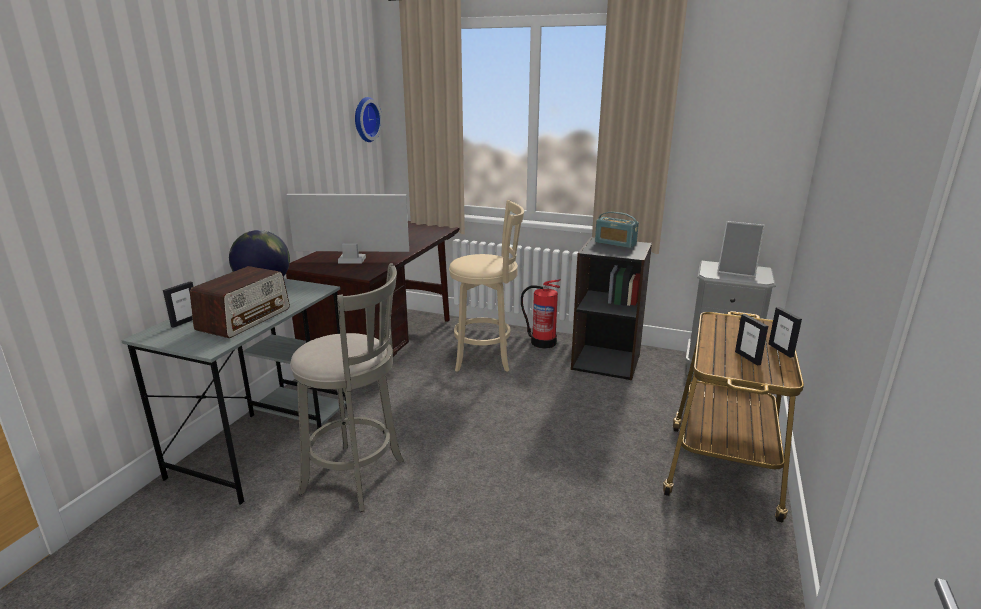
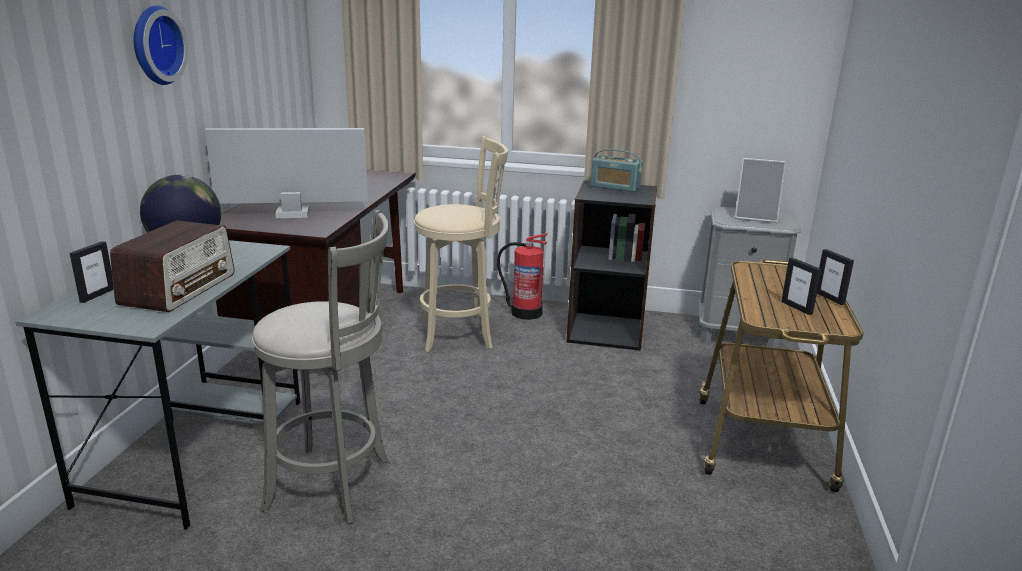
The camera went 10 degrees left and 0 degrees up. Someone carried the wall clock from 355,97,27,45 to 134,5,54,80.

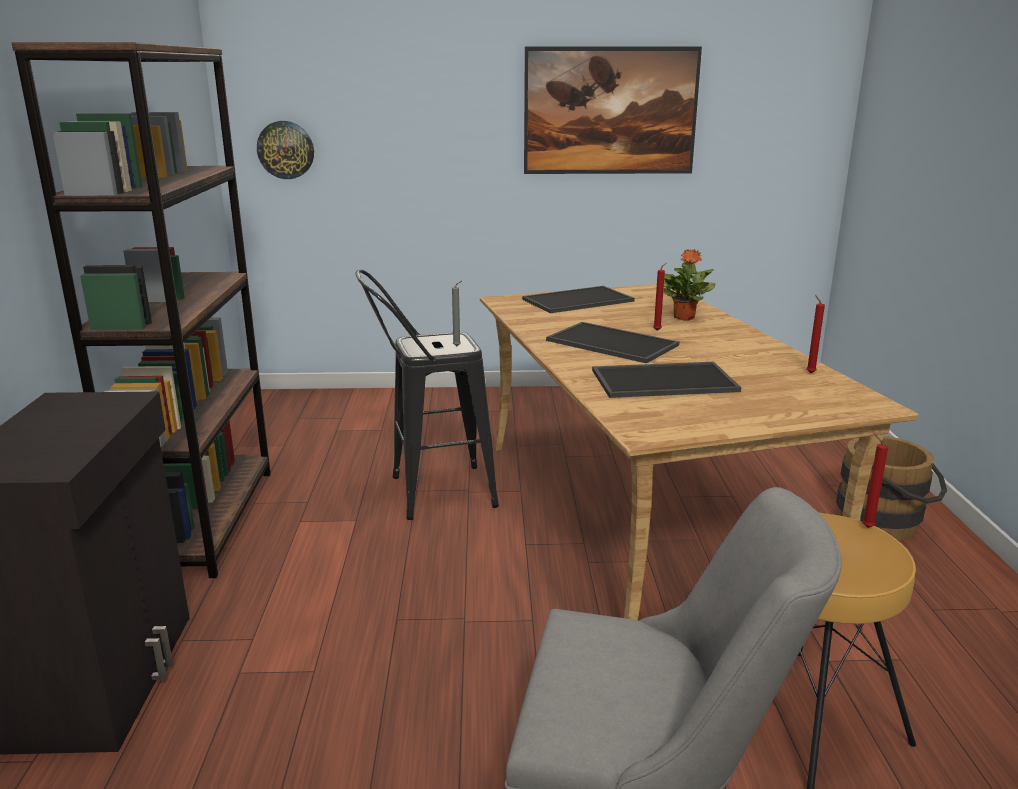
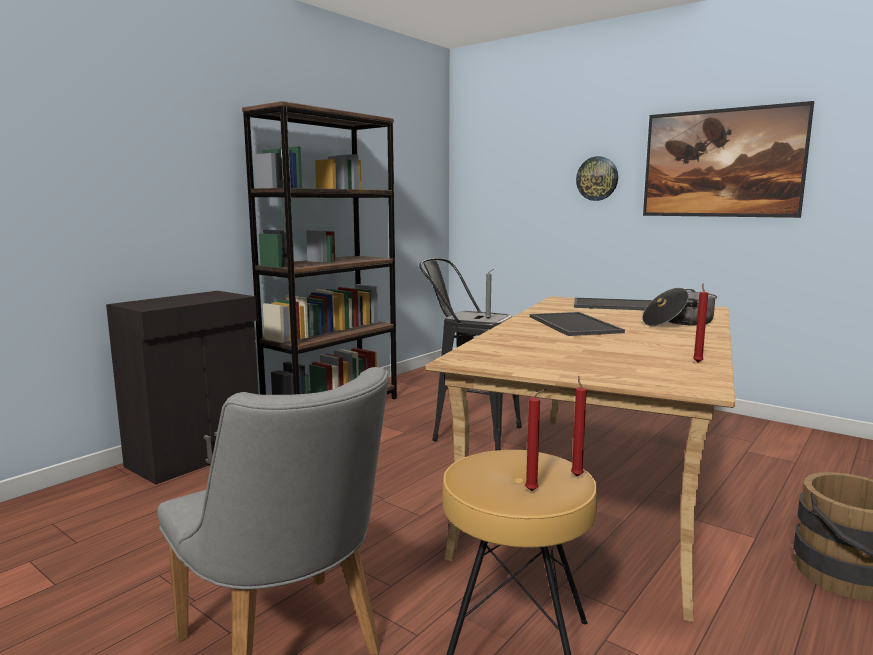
The camera went 40 degrees right and 10 degrees down. Someone carried the candle (red) from 653,263,13,67 to 525,389,21,102. Someone carried the wall clock from 257,121,57,58 to 576,156,42,45. Someone swapped the potted plant at 663,249,52,72 for the cooking pot at 642,288,75,38. Someone took away the tray at 592,362,149,36.

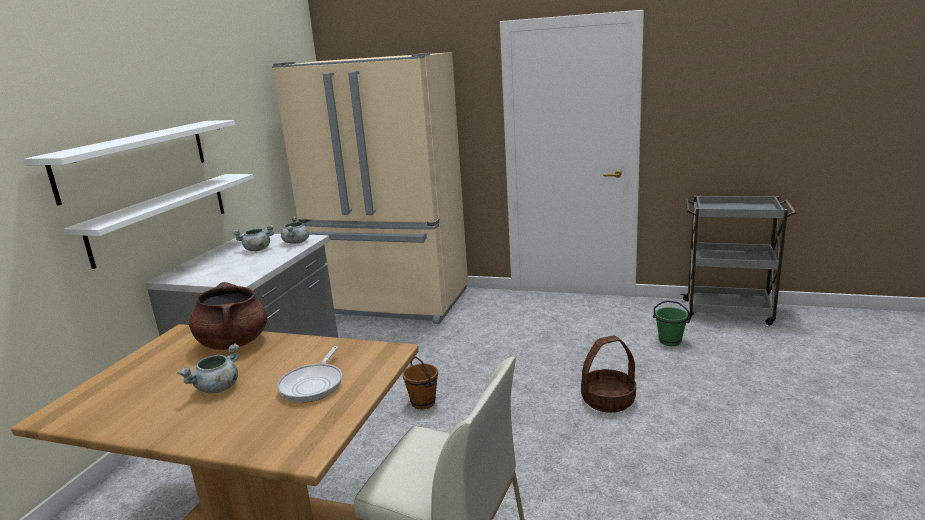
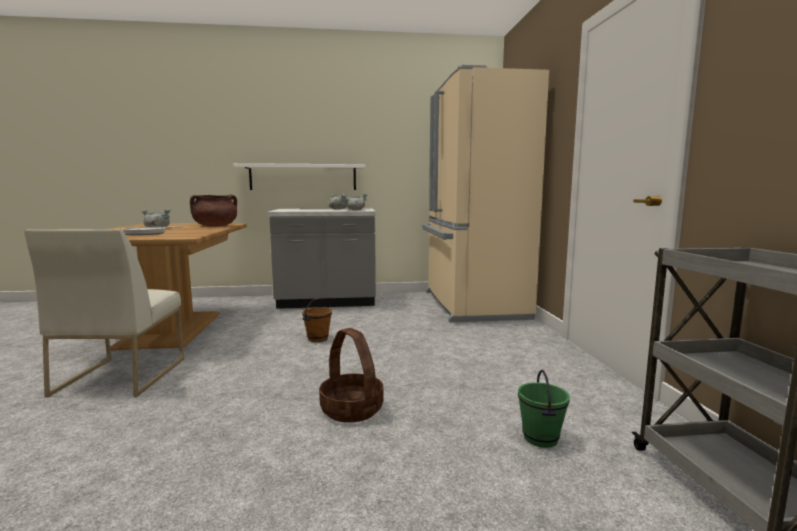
The camera went 65 degrees right and 10 degrees down. Someone took away the shelf (white) at 24,120,211,85.

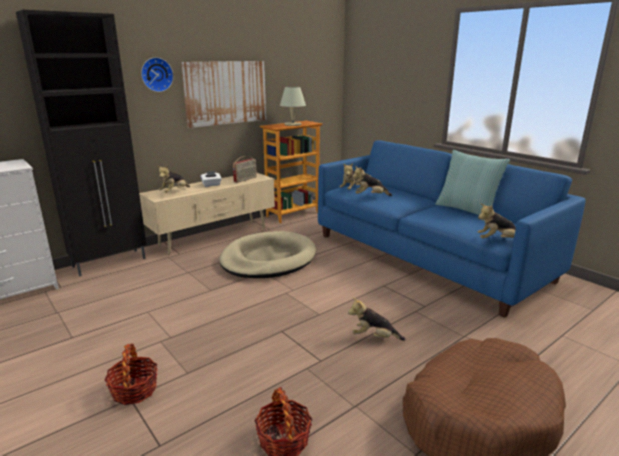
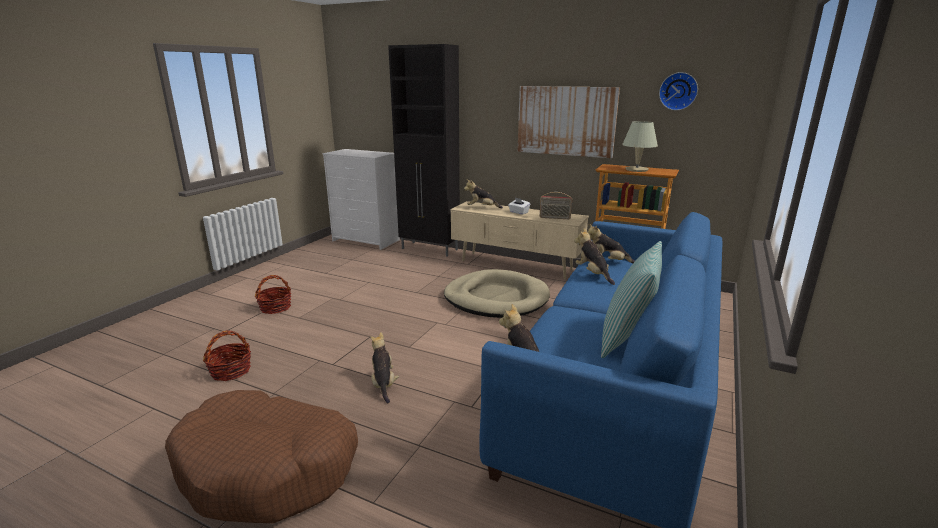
The camera went 65 degrees right and 0 degrees up. Someone carried the wall clock from 141,57,32,35 to 659,72,39,39.

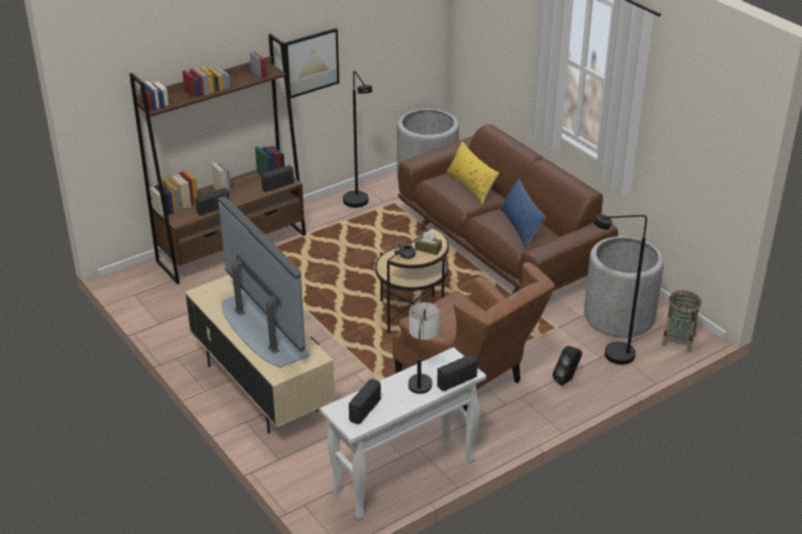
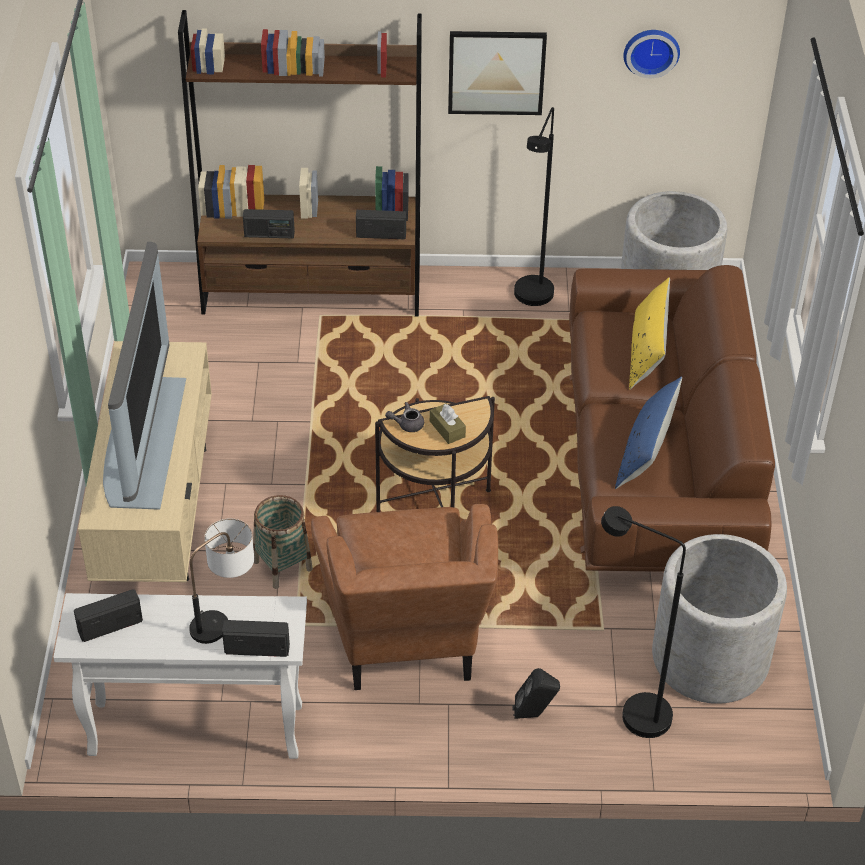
The camera went 35 degrees right and 10 degrees up. Someone carried the basket from 661,290,40,62 to 253,495,60,94. Someone put up the wall clock at 623,30,57,48.

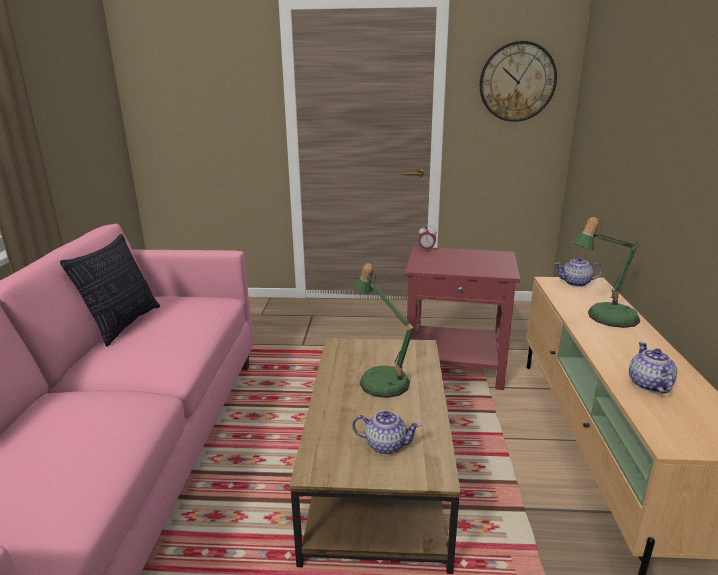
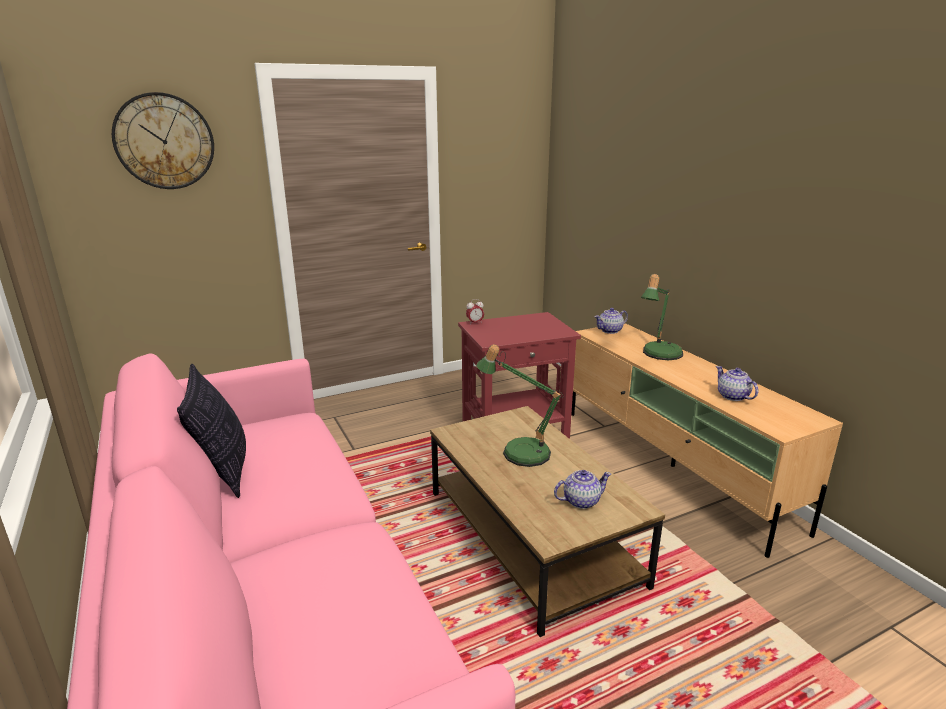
The camera went 30 degrees left and 0 degrees up. Someone carried the wall clock from 480,41,77,81 to 112,92,102,97.

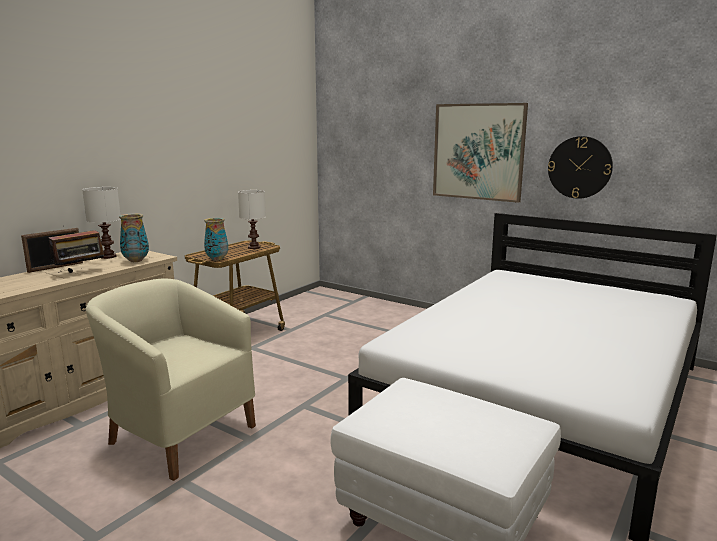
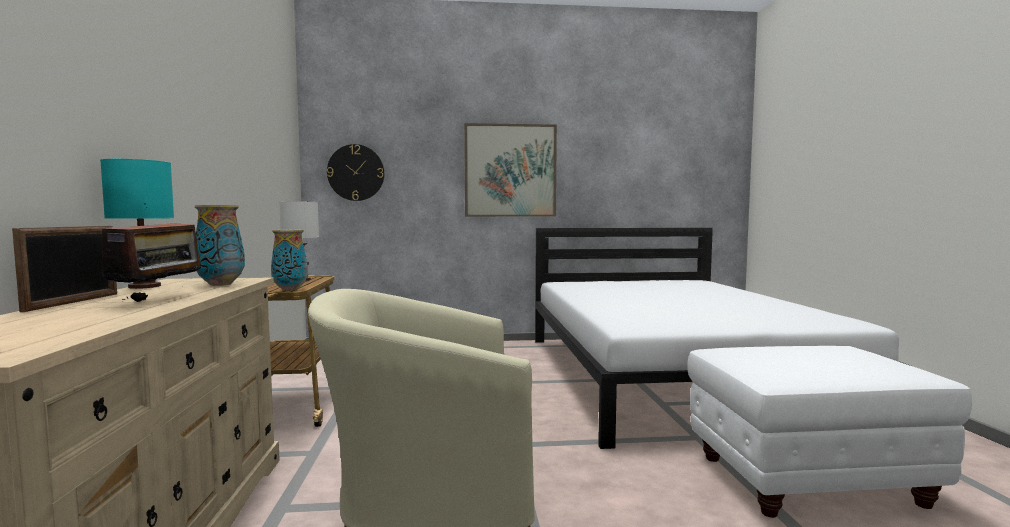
The camera went 40 degrees left and 10 degrees down. Someone repainted the table lamp (white) at 82,187,38,72, which became the table lamp (turquoise) at 100,159,74,130. Someone carried the wall clock from 548,136,65,63 to 327,144,57,57.

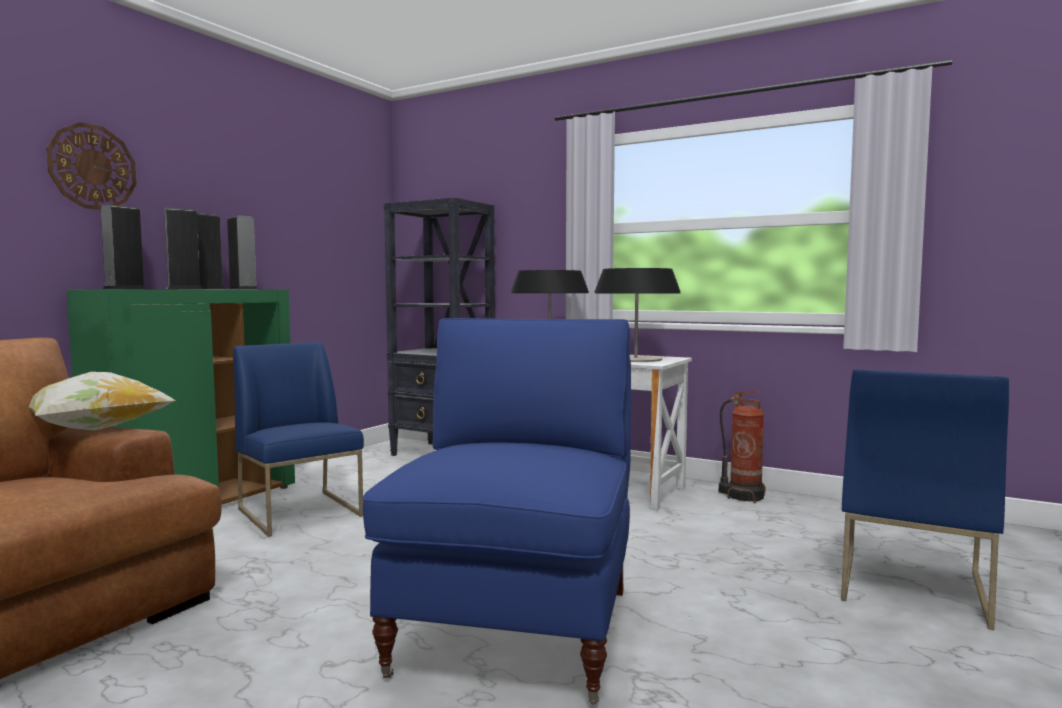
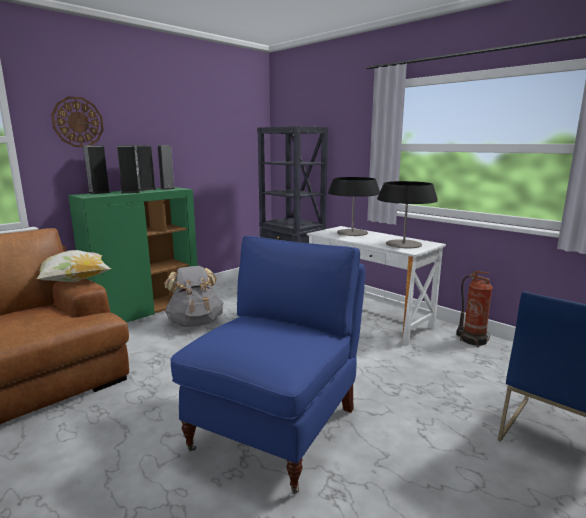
The camera went 15 degrees right and 10 degrees up. Someone swapped the chair (blue) at 233,342,131,195 for the backpack (grey) at 164,266,60,61.

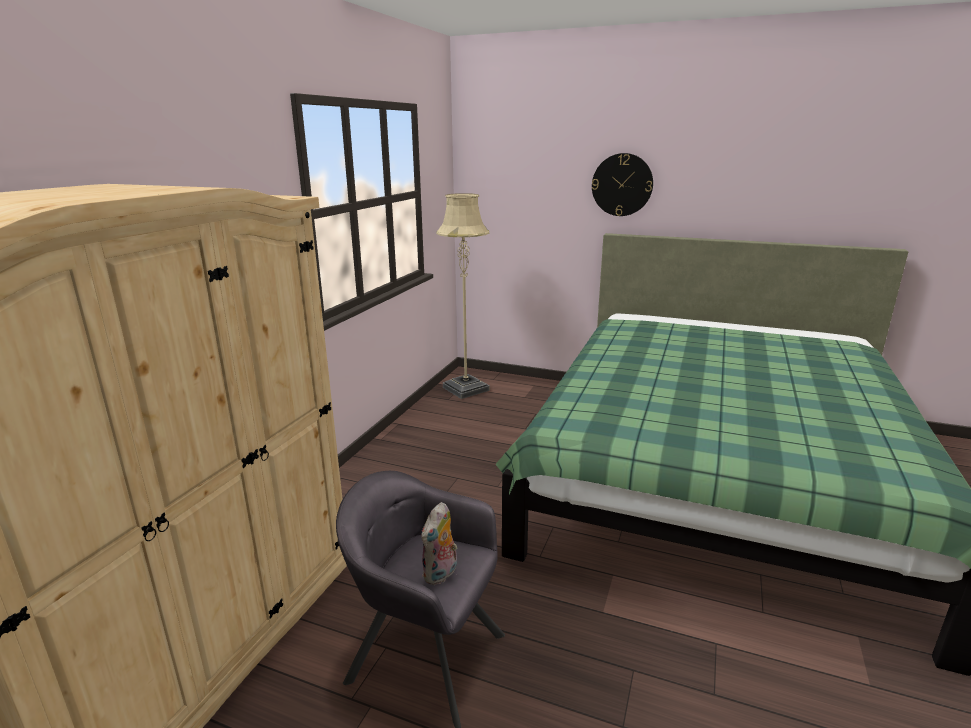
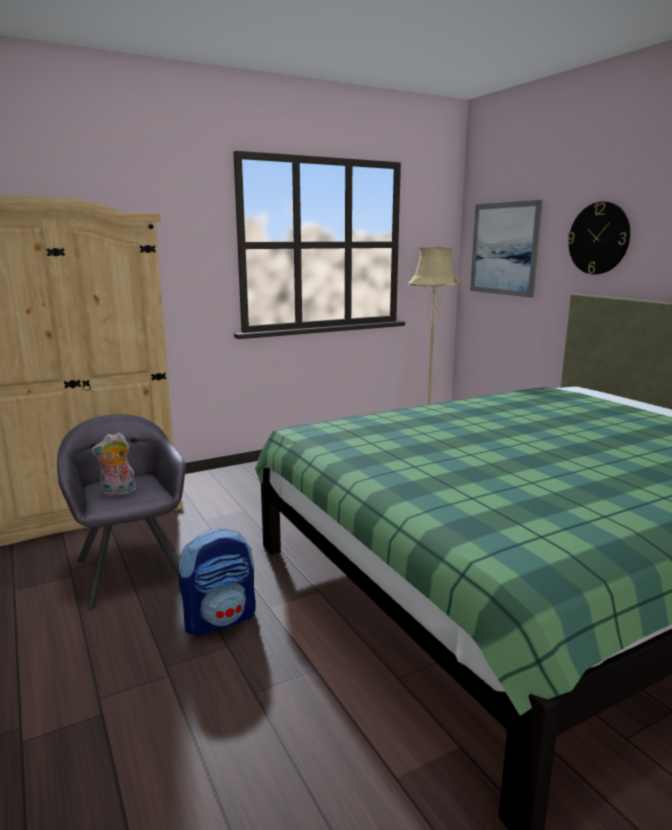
The camera went 40 degrees right and 5 degrees down. Someone put down the backpack at 178,528,78,108. Someone put up the picture at 470,200,72,98.

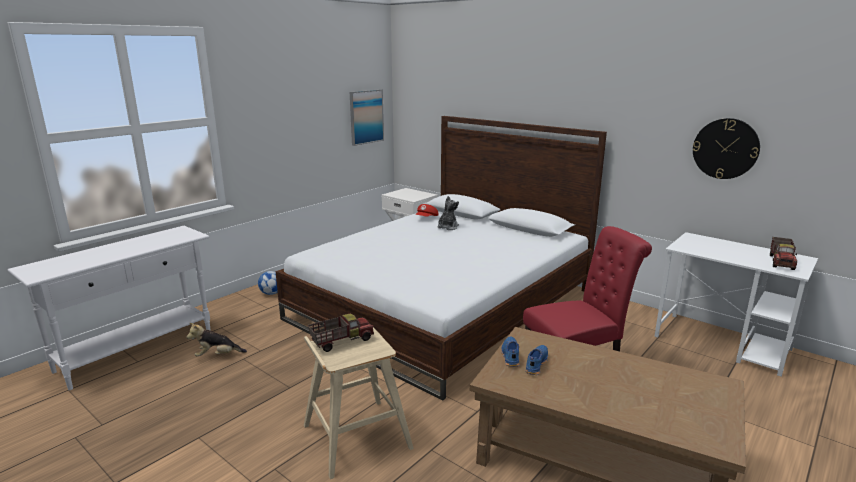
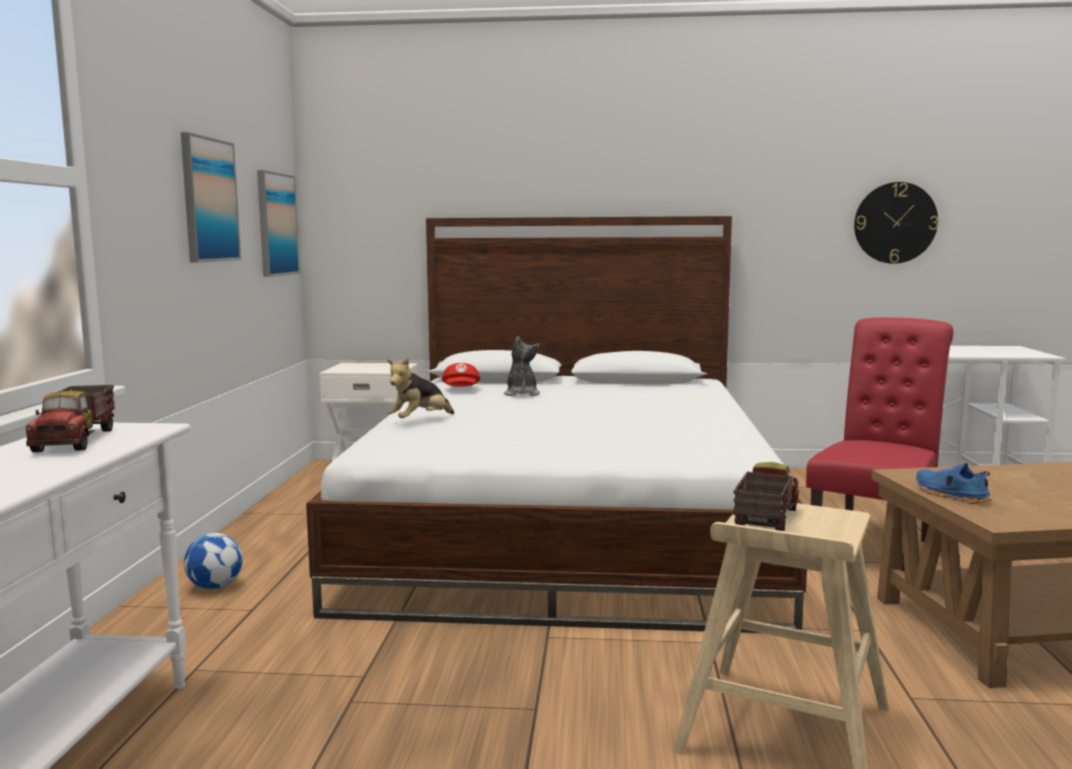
The camera went 35 degrees left and 10 degrees down. Someone carried the toy truck from 770,237,27,33 to 26,385,89,67. Someone put up the picture at 181,132,60,130. Someone carried the plush toy from 187,323,60,33 to 387,358,67,60. Someone took away the shoe (blue) at 525,345,23,30.

